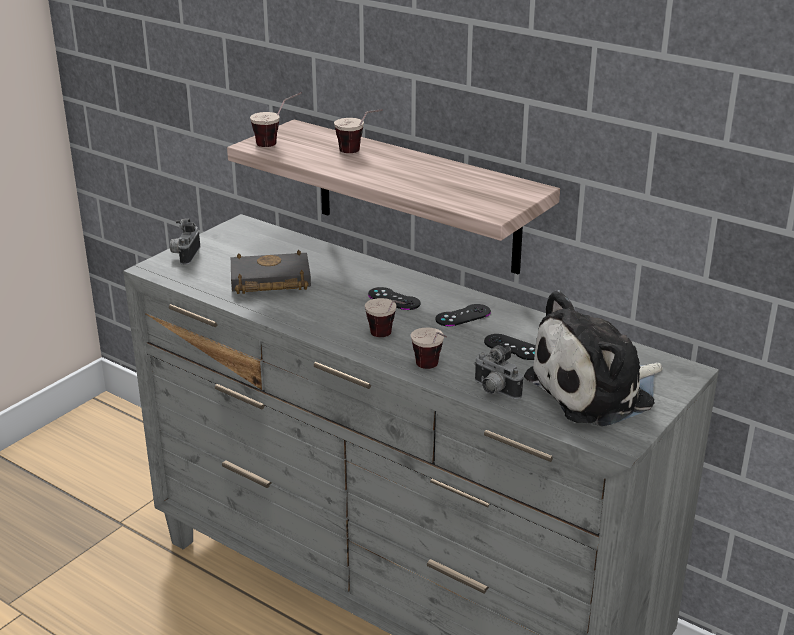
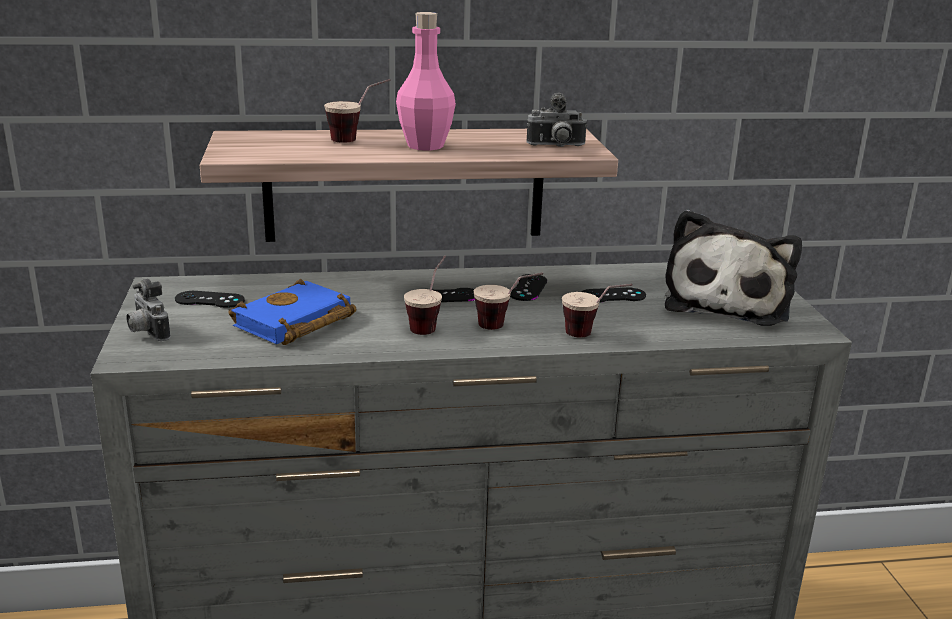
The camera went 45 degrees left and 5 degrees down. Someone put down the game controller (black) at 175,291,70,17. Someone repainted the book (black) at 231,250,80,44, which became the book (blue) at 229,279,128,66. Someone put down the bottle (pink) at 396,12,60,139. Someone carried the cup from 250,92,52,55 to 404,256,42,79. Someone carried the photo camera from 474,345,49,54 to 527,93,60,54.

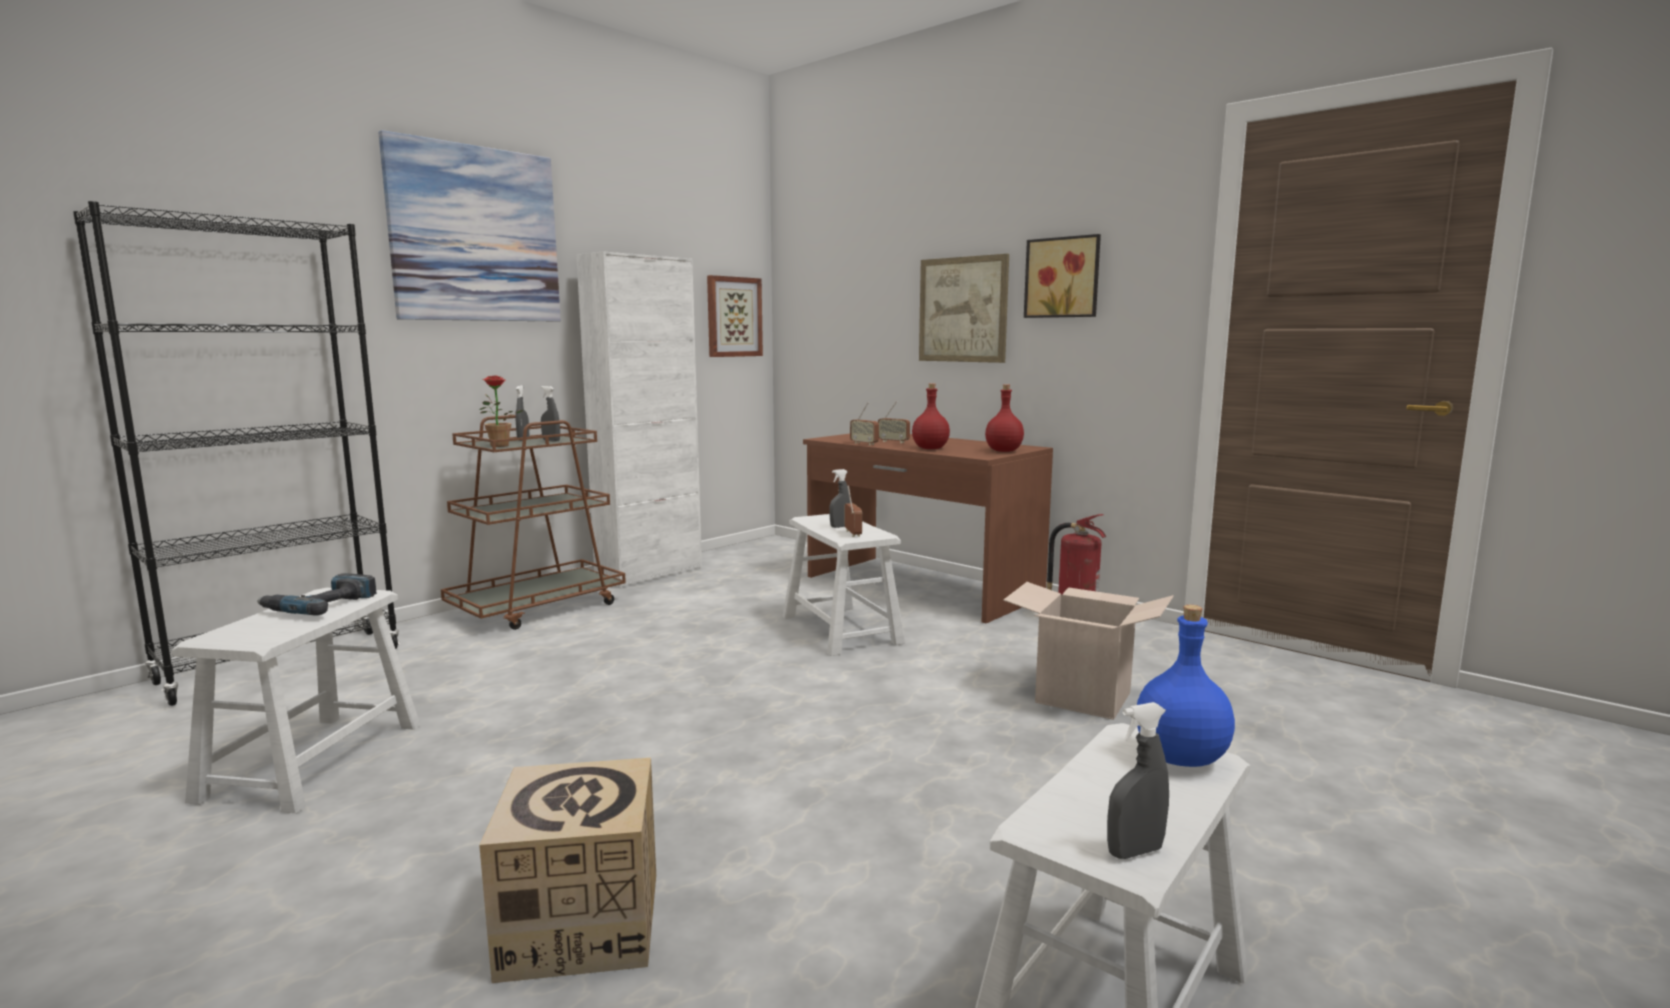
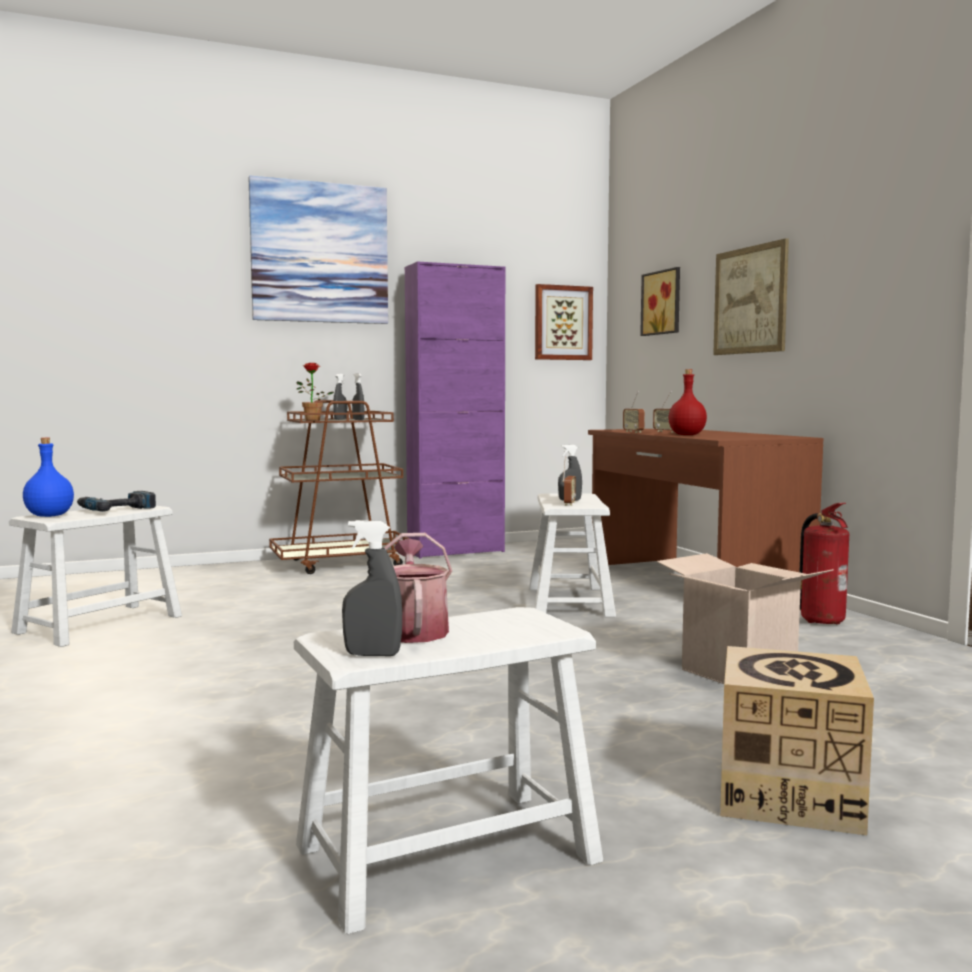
The camera went 25 degrees right and 5 degrees down. Someone carried the bottle (blue) from 1137,605,98,162 to 23,437,51,80. Someone put down the watering can at 384,533,68,110. Someone repainted the cabinet (white) at 576,251,126,337, which became the cabinet (purple) at 405,261,100,297. Someone carried the picture from 1024,234,77,84 to 640,267,40,69. Someone carried the cardboard box from 479,758,177,225 to 720,646,154,189. Someone took away the bookcase (black) at 73,201,327,505. Someone took away the bottle (red) at 985,384,39,68.

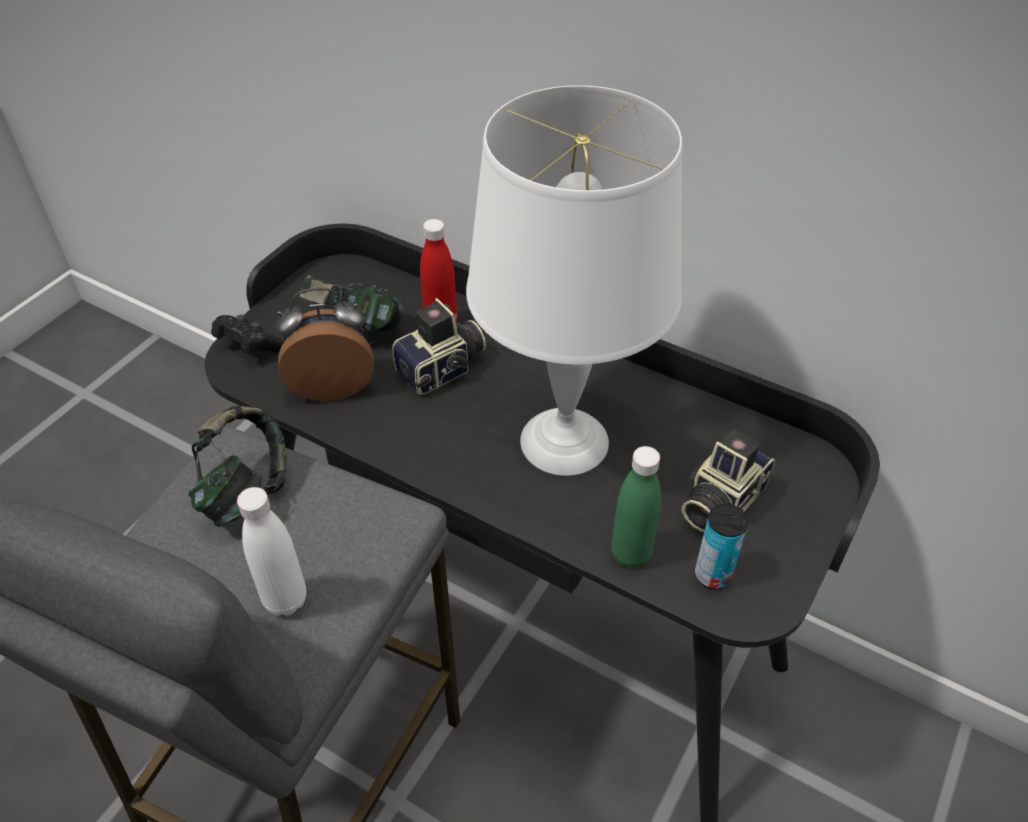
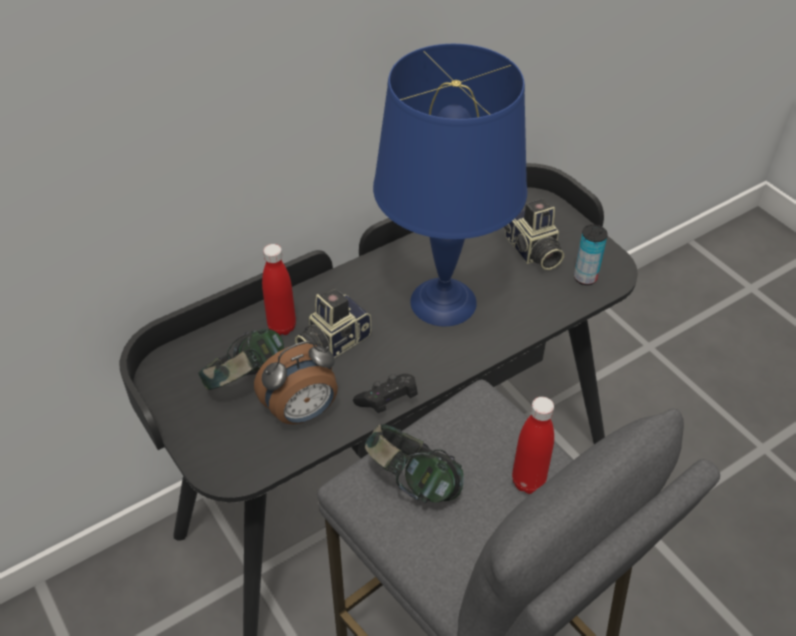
The camera went 65 degrees left and 0 degrees up. Someone rotated the alarm clock at 276,288,98,113 by 135 degrees counterclockwise. Someone rotated the photo camera at 392,298,94,97 by 120 degrees counterclockwise. Someone carried the game controller (black) from 211,315,73,40 to 353,374,65,39. Someone repainted the table lamp (white) at 466,85,217,391, which became the table lamp (blue) at 373,44,154,282. Someone repainted the bottle (white) at 237,487,69,129, which became the bottle (red) at 512,397,42,97. Someone took away the bottle (green) at 611,446,50,122.

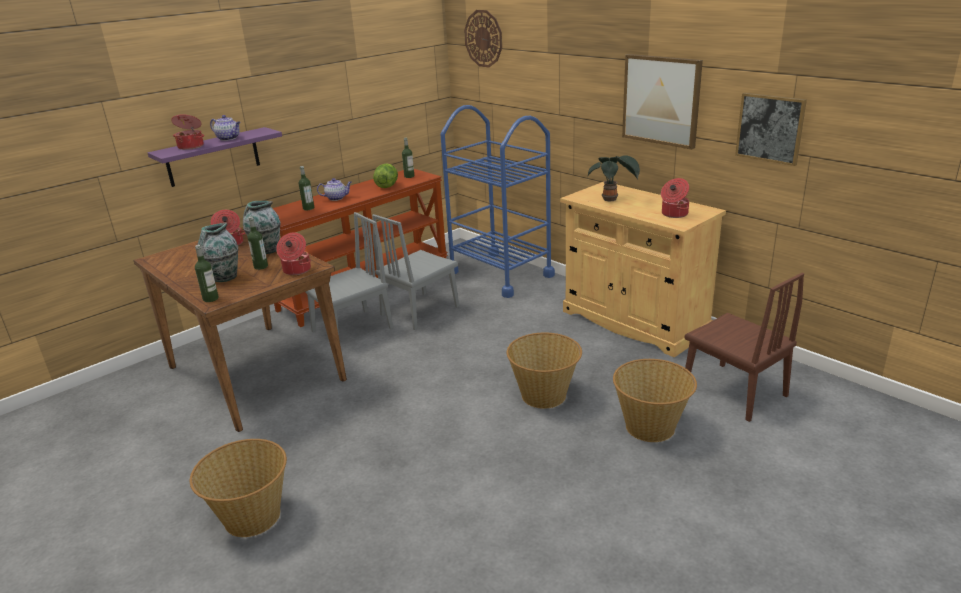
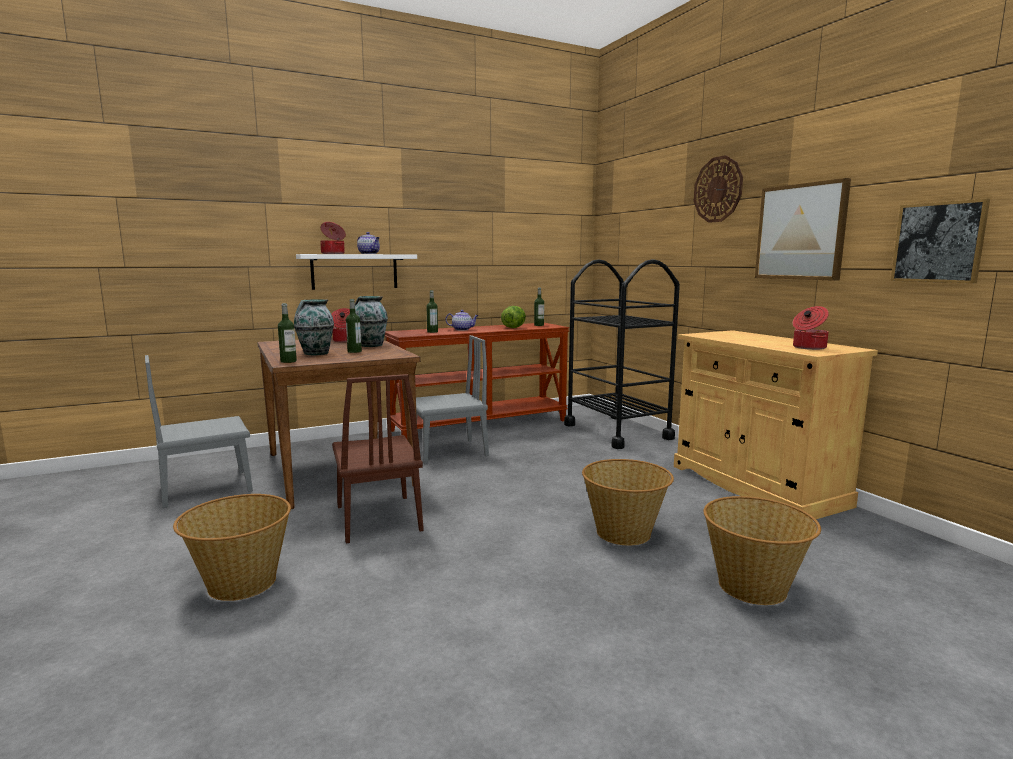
The camera went 15 degrees right and 15 degrees down. Someone carried the chair (grey) from 372,214,87,116 to 145,355,108,153. Someone repainted the shelf (purple) at 148,127,134,60, which became the shelf (white) at 296,254,121,36. Someone carried the chair (brown) from 685,273,119,149 to 332,374,92,169. Someone repainted the cart (blue) at 440,105,115,193, which became the cart (black) at 564,259,116,190. Someone carried the wall clock from 464,10,38,57 to 694,155,49,68. Someone took away the cooking pot at 276,232,35,43. Someone took away the potted plant at 587,155,53,46.

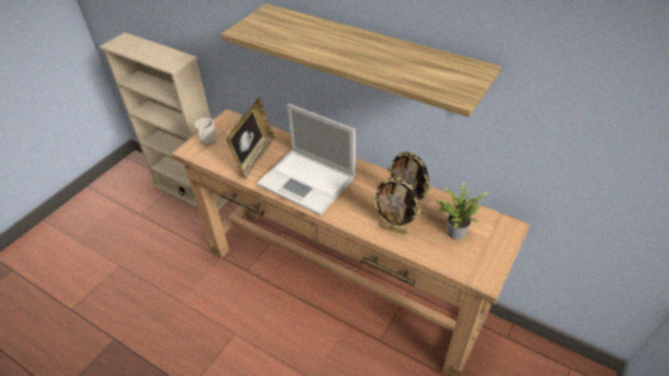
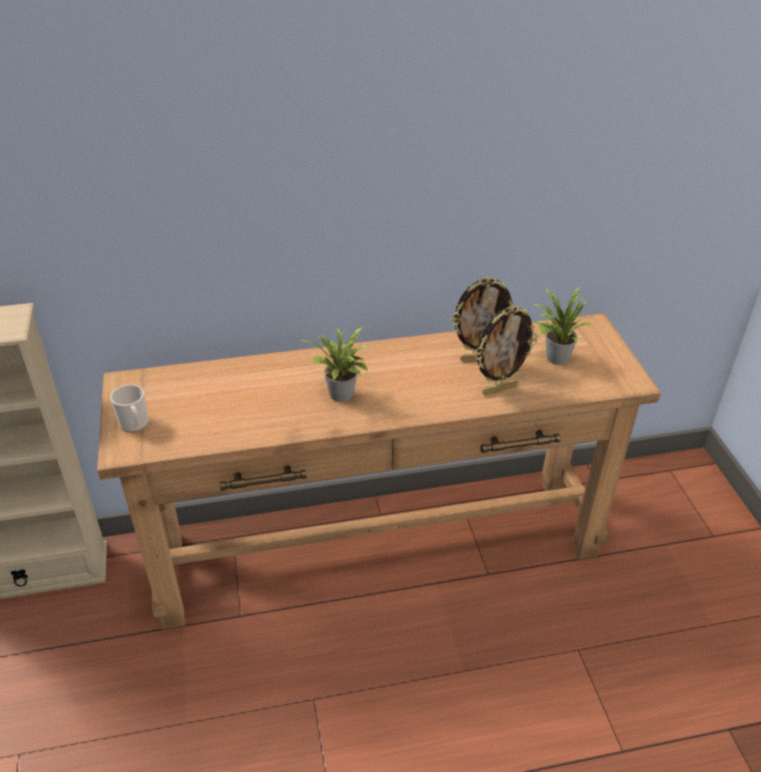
The camera went 45 degrees left and 5 degrees down. Someone swapped the laptop at 257,104,99,111 for the potted plant at 302,326,67,76. Someone took away the shelf at 221,4,280,113. Someone took away the picture frame at 226,97,50,82.

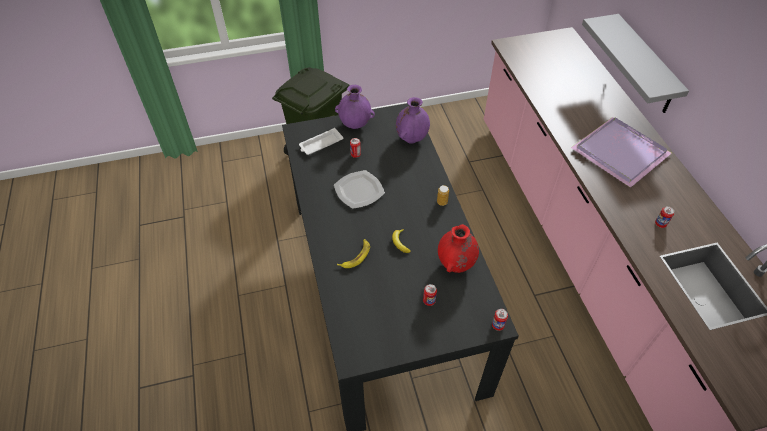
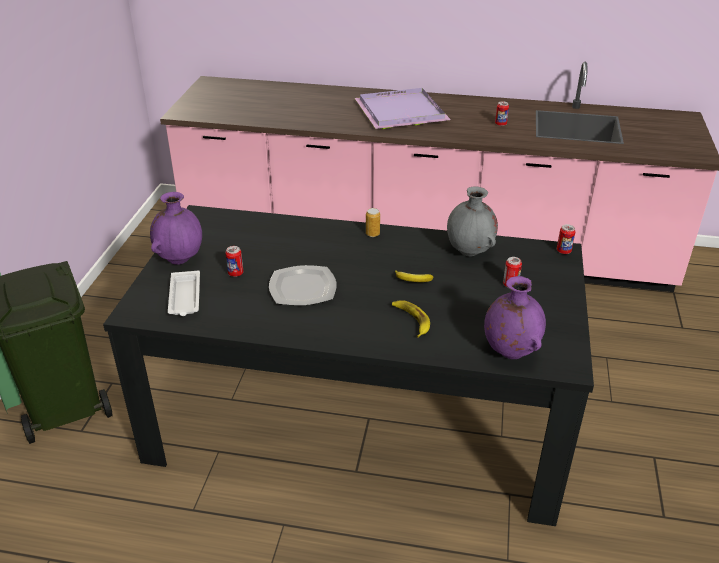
The camera went 65 degrees left and 15 degrees down. Someone repainted the vase (red) at 438,224,41,49, which became the vase (grey) at 447,187,51,70. Someone carried the vase (purple) from 396,97,34,47 to 484,276,62,83. Someone took away the shelf (grey) at 582,14,107,99.

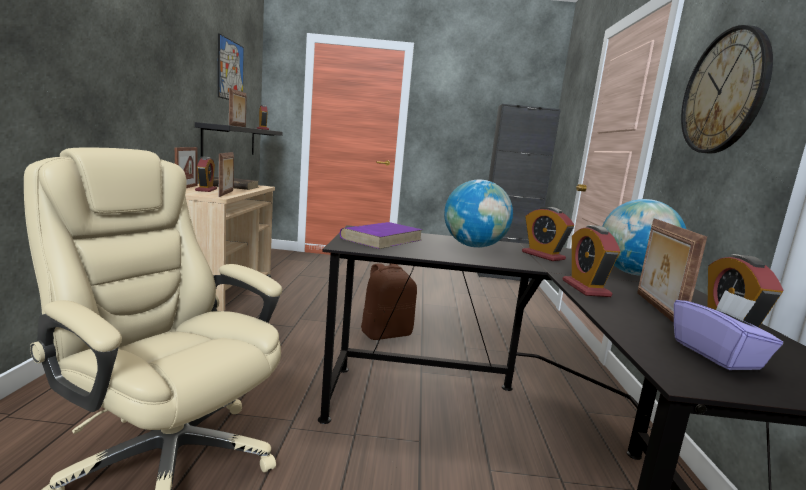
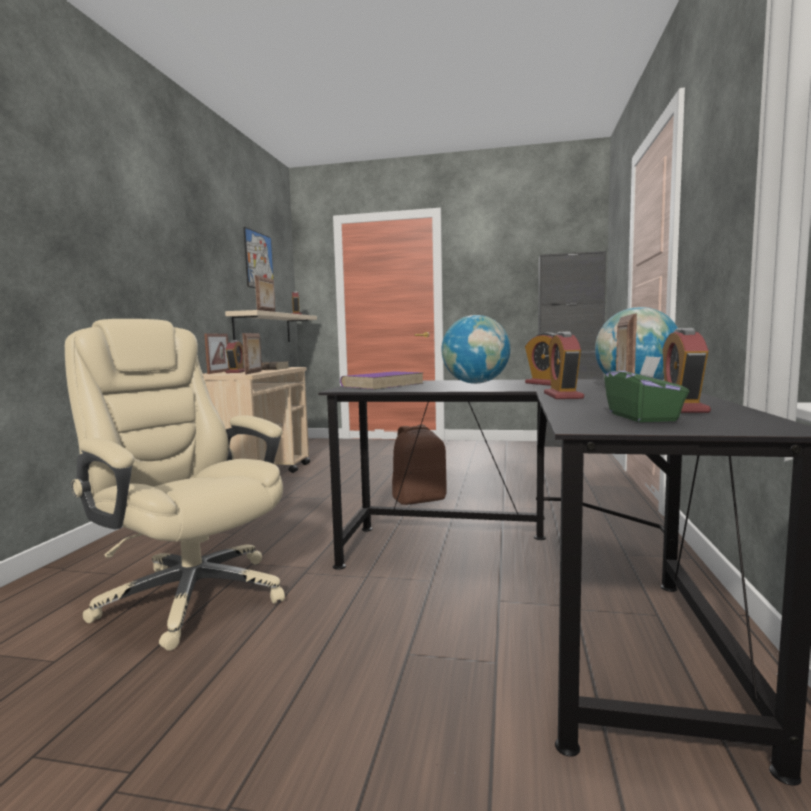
The camera went 10 degrees right and 5 degrees down. Someone repainted the shelf (black) at 195,122,88,35, which became the shelf (beige) at 225,310,92,32. Someone repainted the tissue box (purple) at 674,290,109,80, which became the tissue box (green) at 604,356,85,66. Someone took away the wall clock at 681,25,92,129.

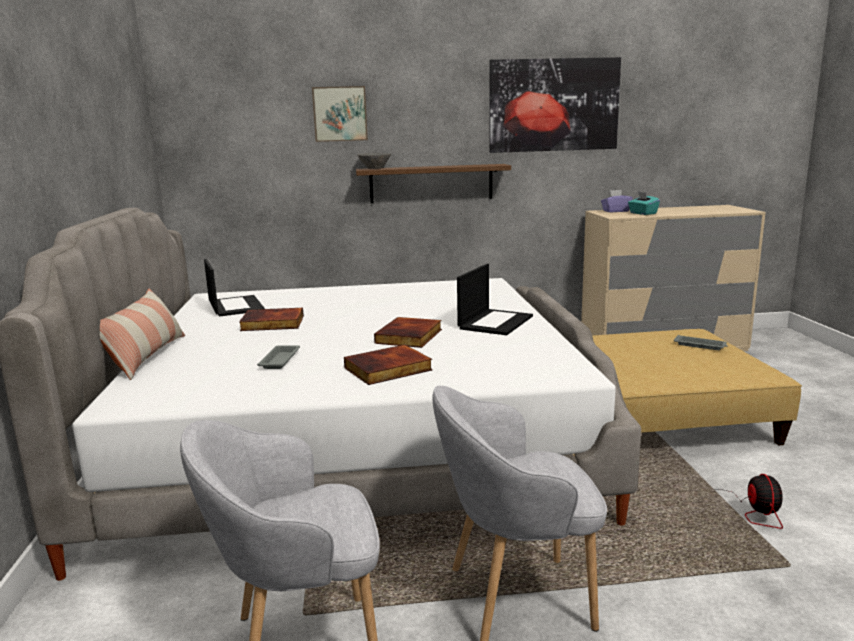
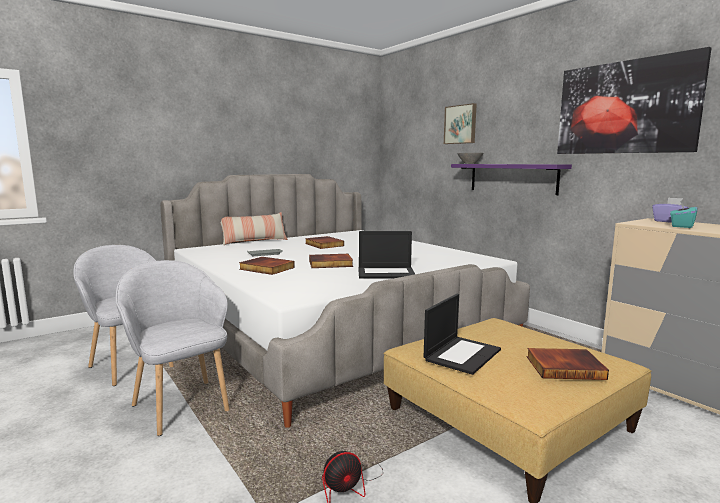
The camera went 60 degrees right and 5 degrees down. Someone carried the laptop from 204,259,61,58 to 424,294,77,81. Someone repainted the shelf (brown) at 356,164,155,39, which became the shelf (purple) at 451,164,121,31. Someone swapped the tray (grey) at 674,335,54,15 for the book at 527,348,82,32.

